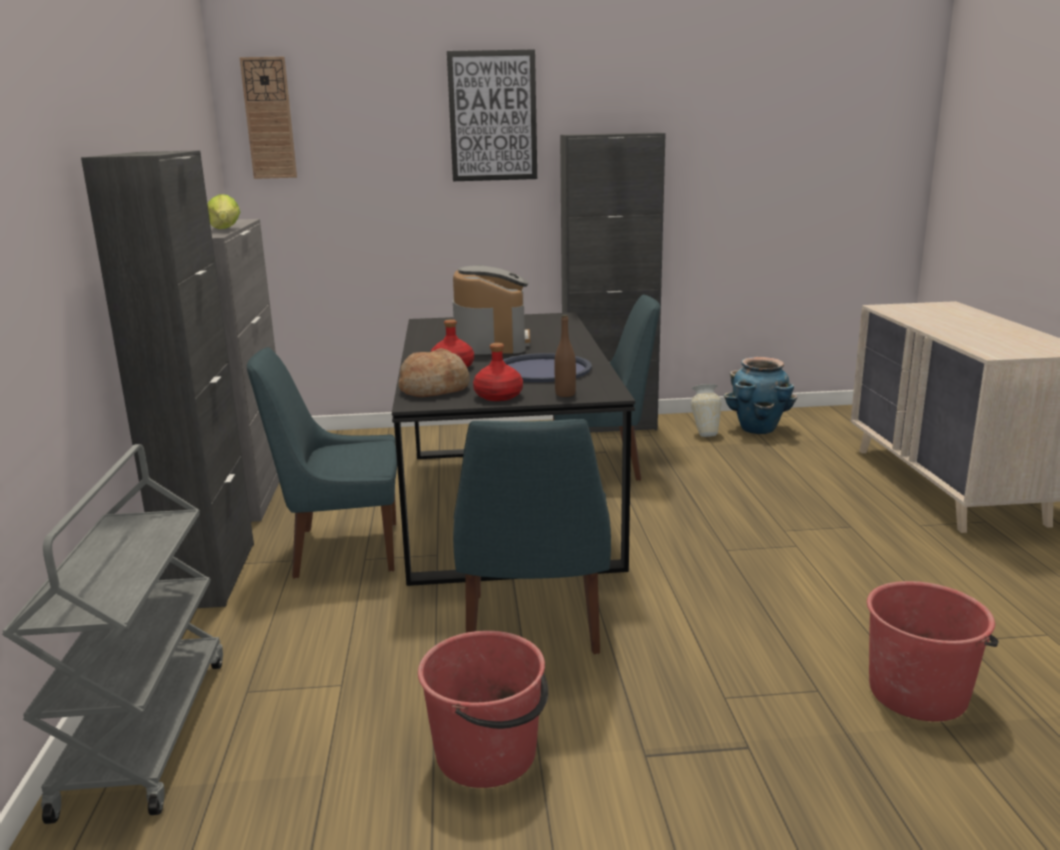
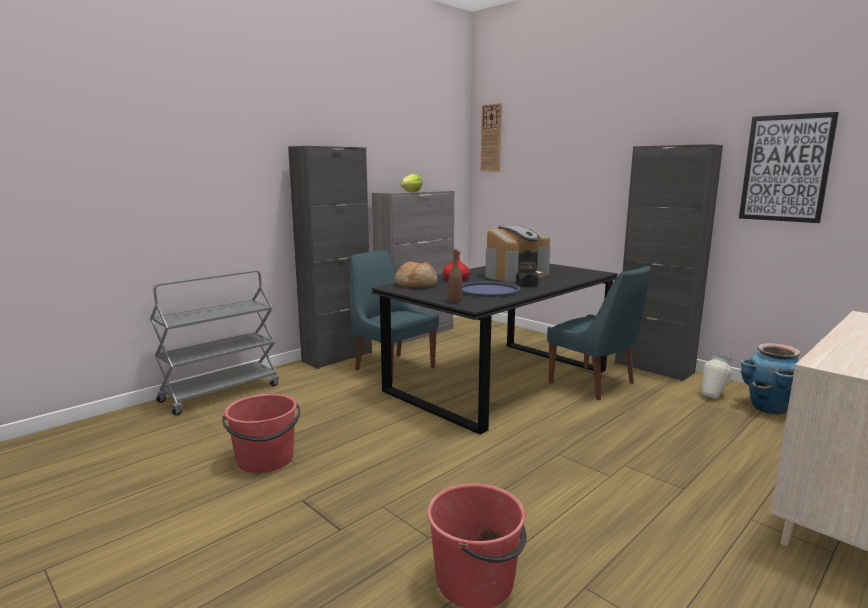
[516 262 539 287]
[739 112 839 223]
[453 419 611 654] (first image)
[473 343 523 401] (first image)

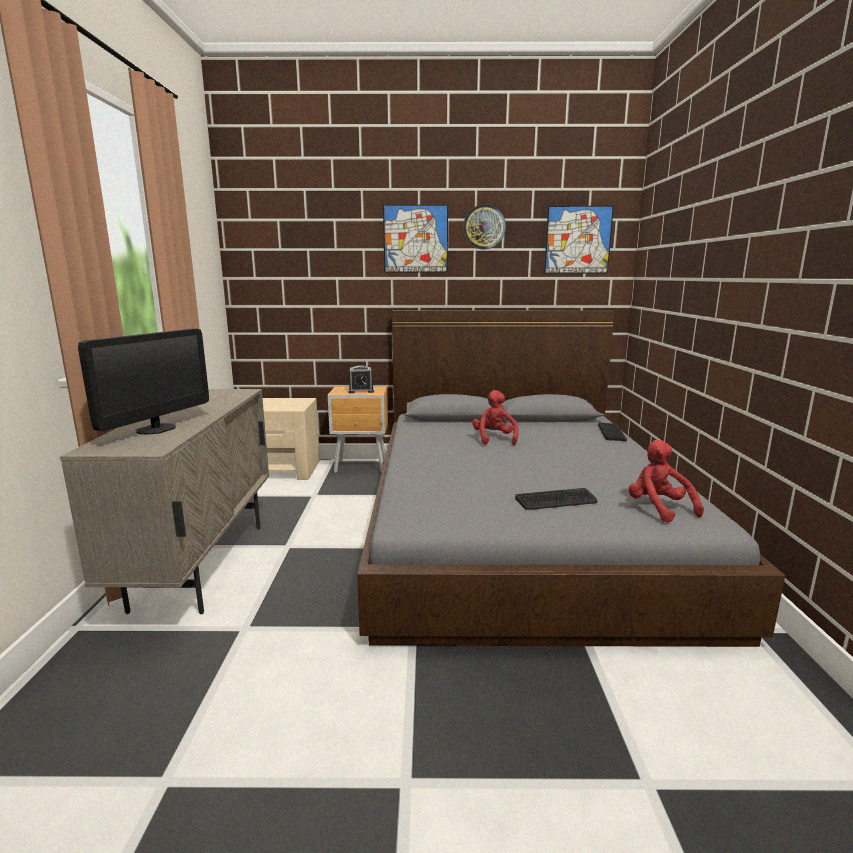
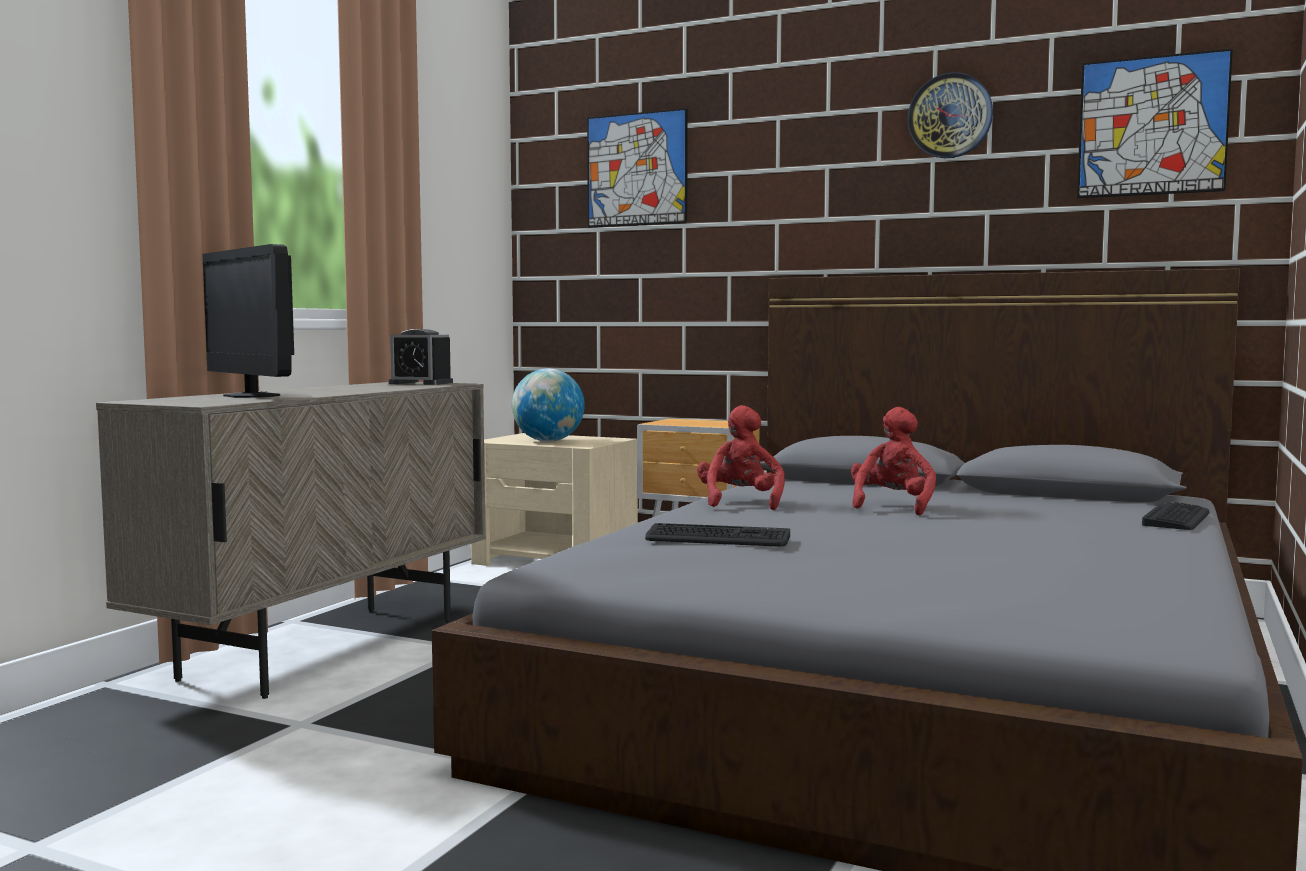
[203 244 294 398]
[388 329 453 385]
[512 368 585 442]
[587 108 688 227]
[645 523 790 546]
[697 405 785 510]

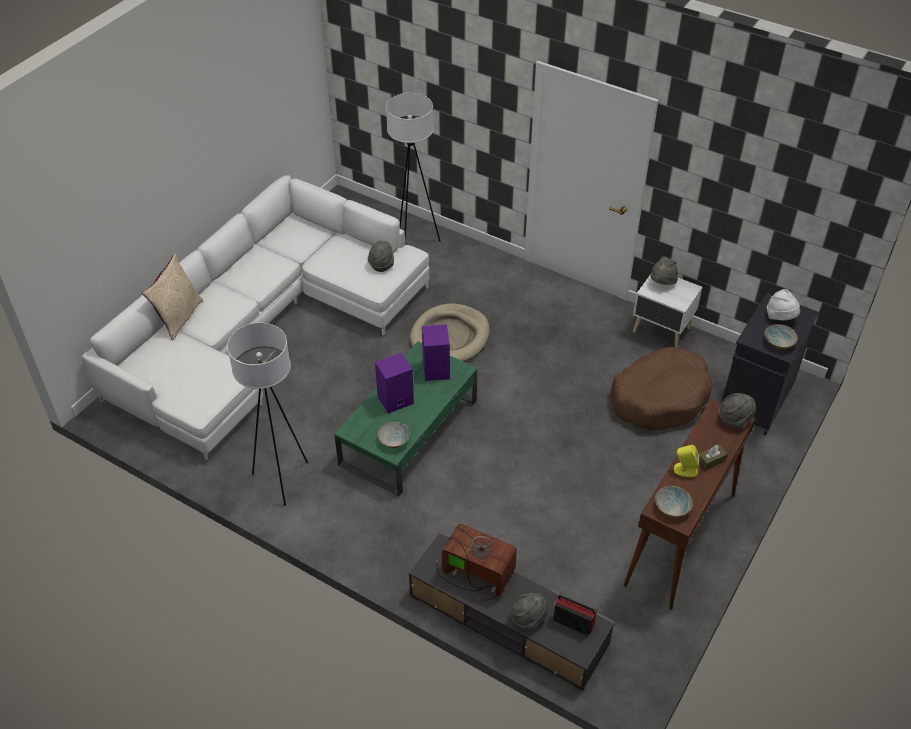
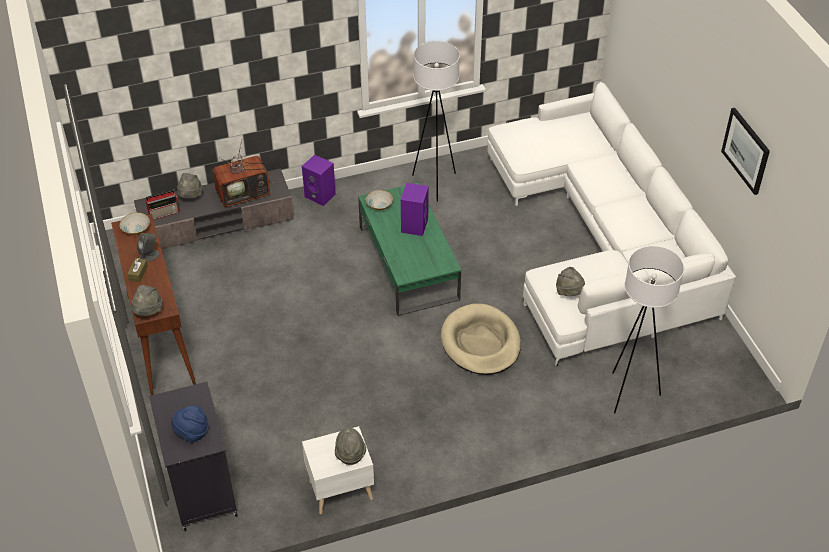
[137 233 159 262]
[171 405 208 442]
[302 155 336 206]
[721 108 770 195]
[142 254 203 340] (first image)
[611 347 713 430] (first image)
[765 324 798 349] (first image)

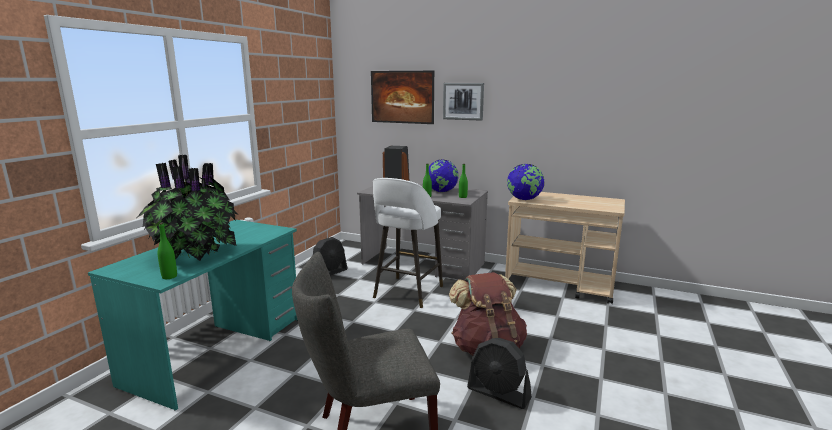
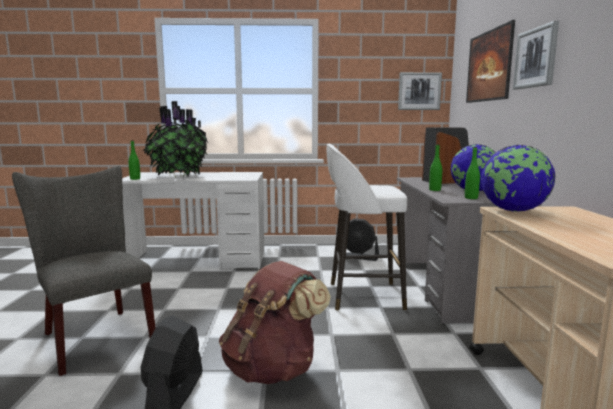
[122 172 264 270]
[398 72 442 110]

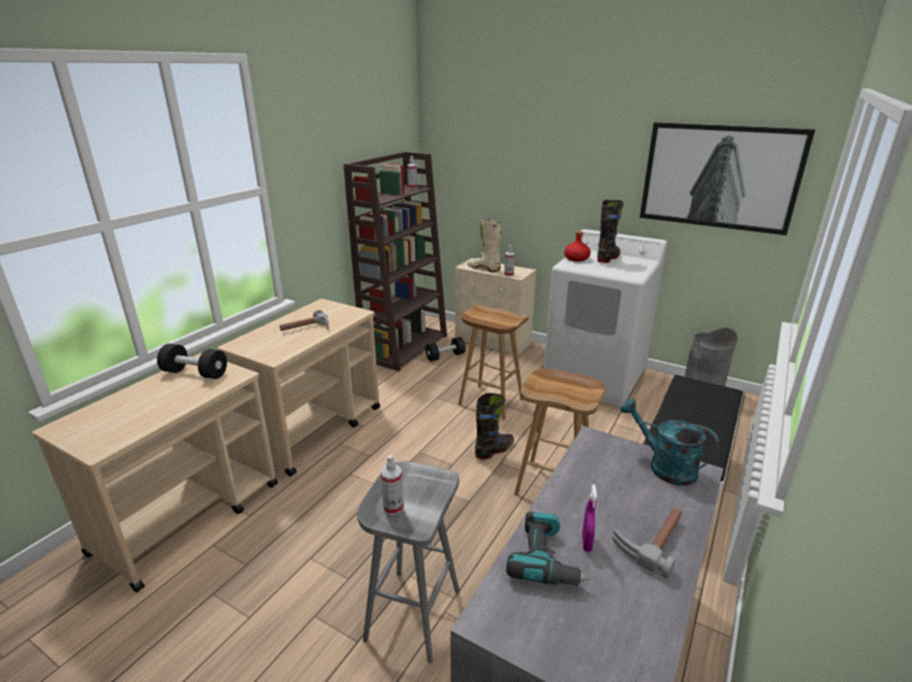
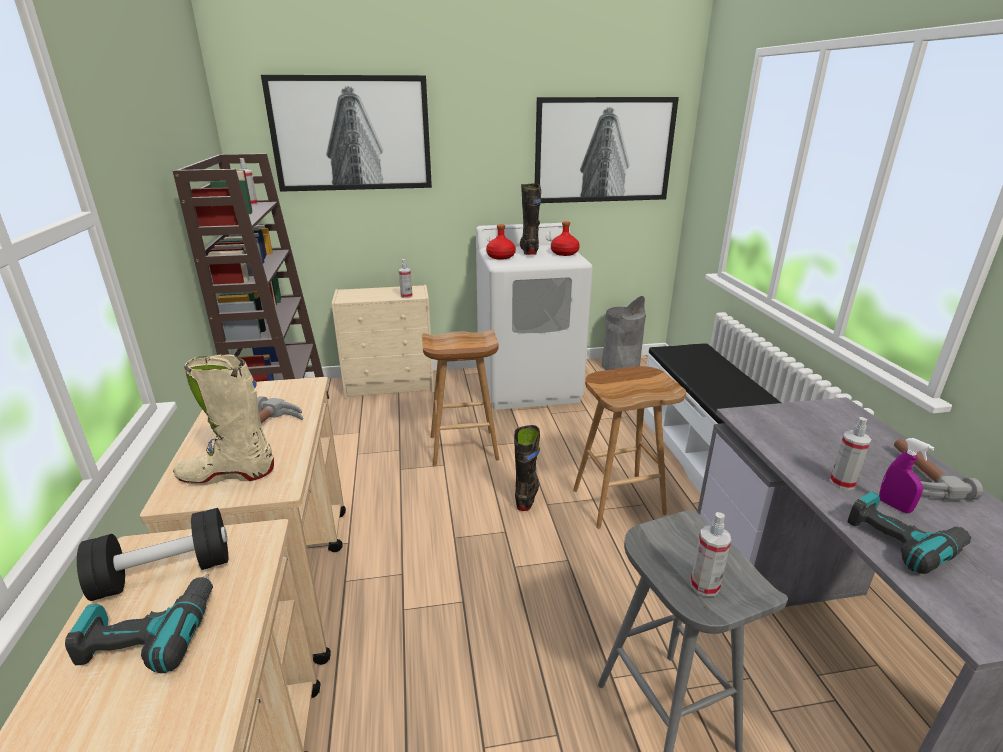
[65 574 213 673]
[173 354 274 485]
[261 75 432 192]
[551 221 580 256]
[830 417 872 490]
[425 337 466 361] (first image)
[620 398 719 486] (first image)

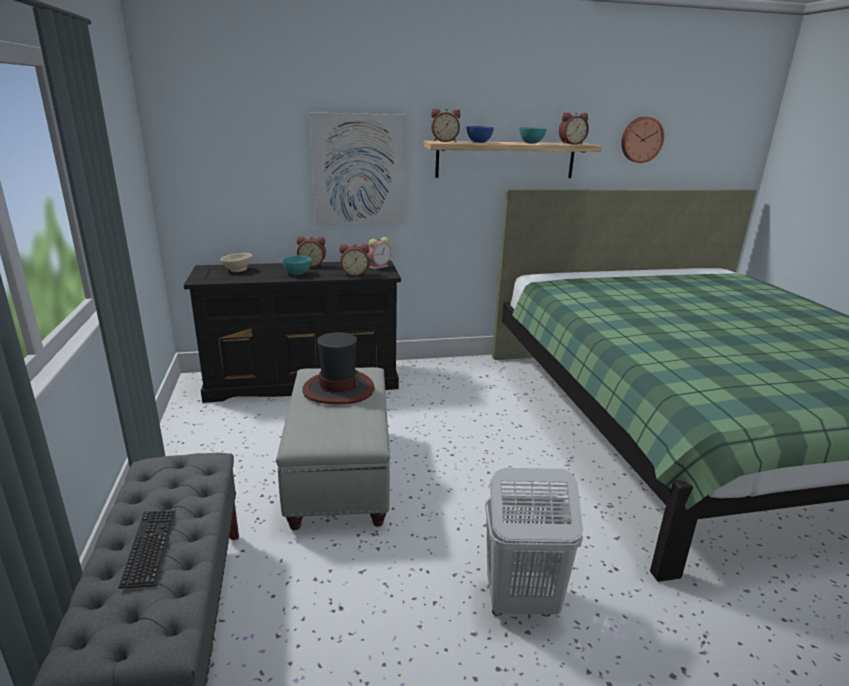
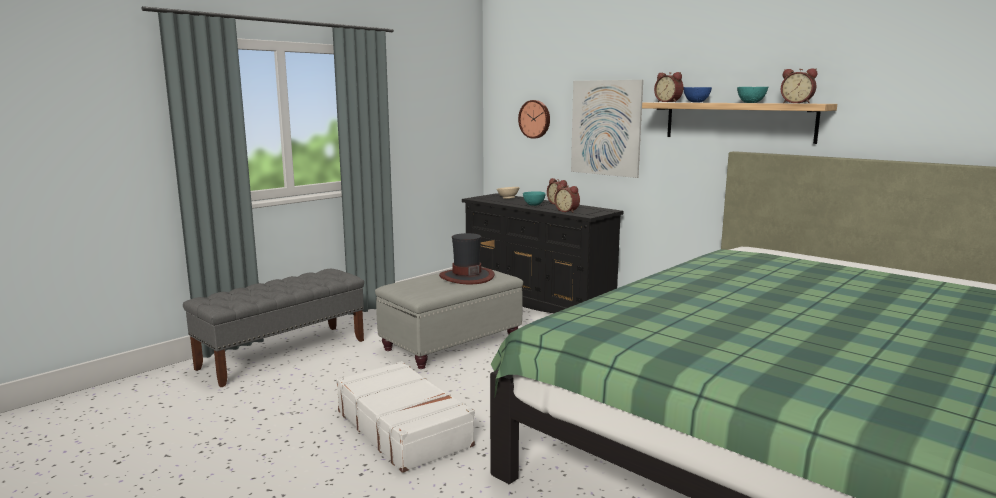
[336 361 475 473]
[518 100 550 139]
[118 510 176 589] (first image)
[367 237 391 269] (first image)

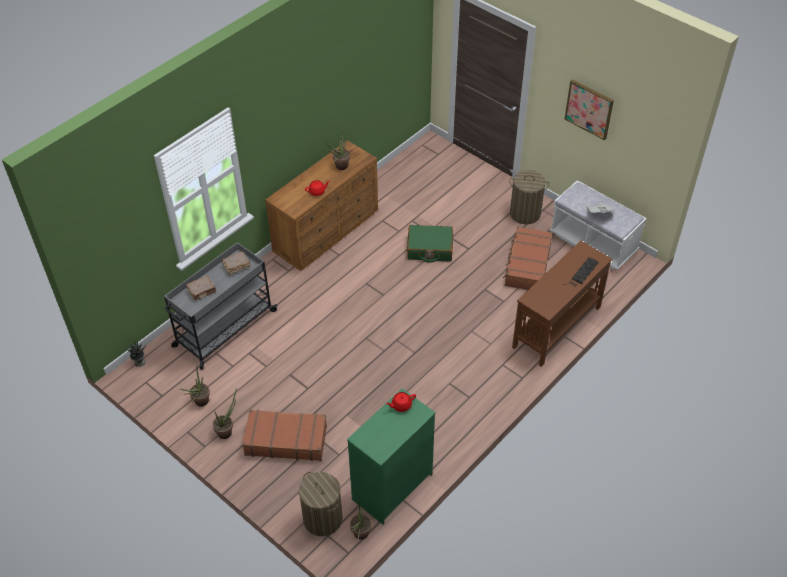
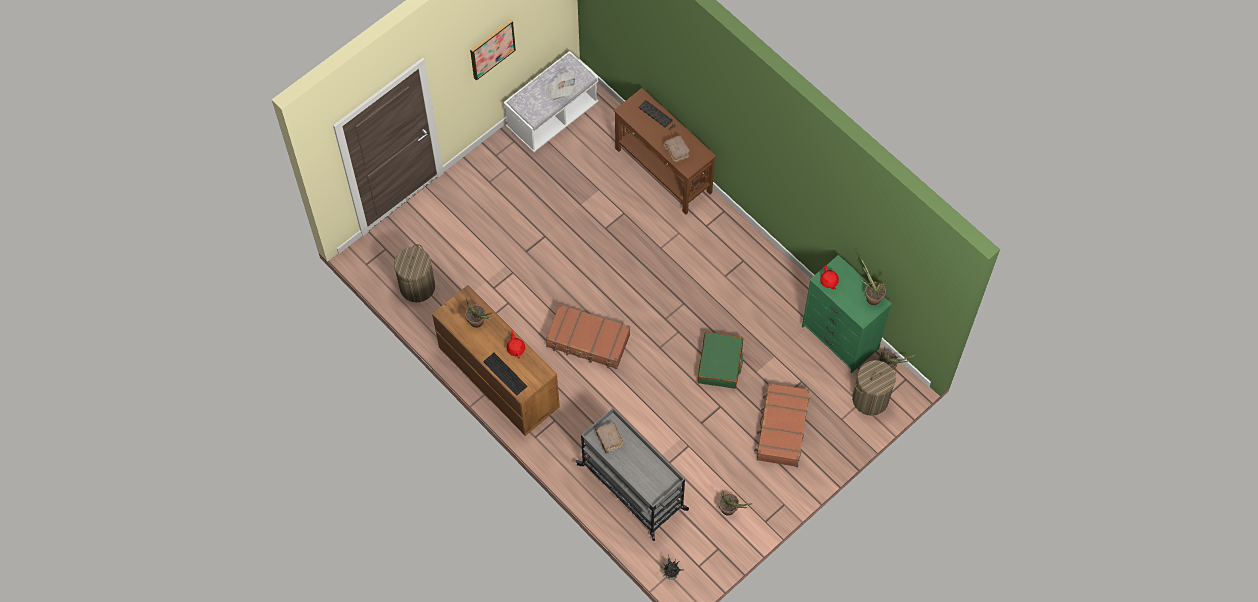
[394 244 435 302]
[483 353 528 396]
[546 304 630 369]
[664 135 691 162]
[698 332 743 389]
[860 258 887 305]

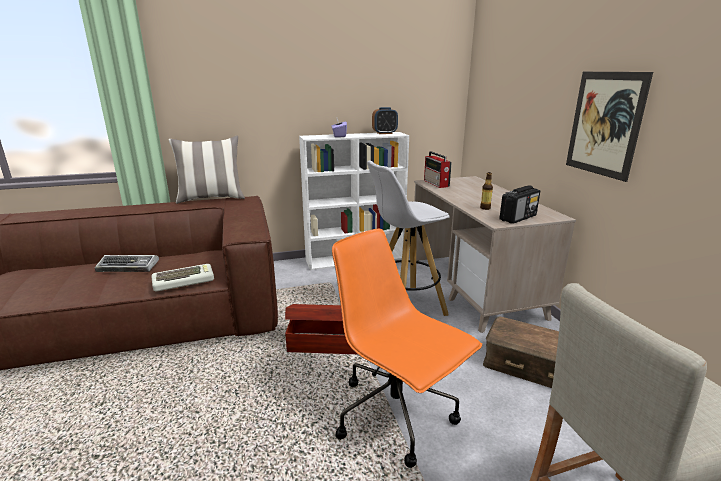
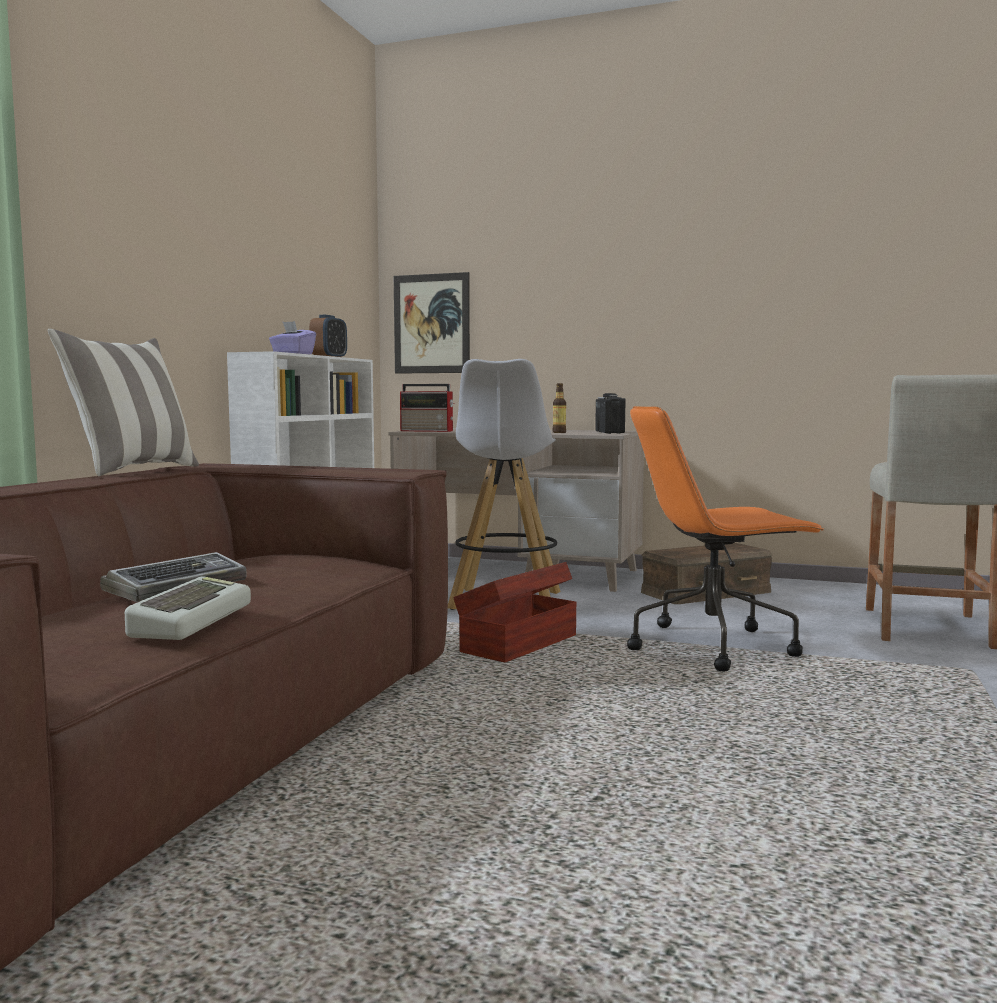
[125 576 251 640]
[394 272 470 374]

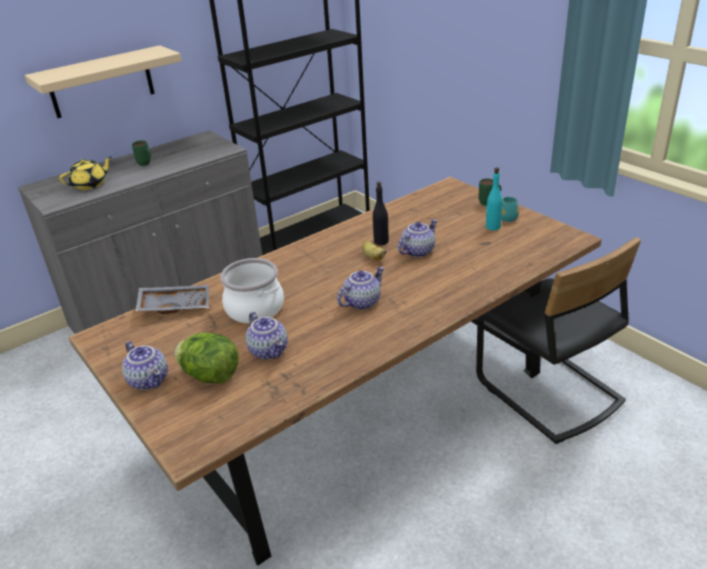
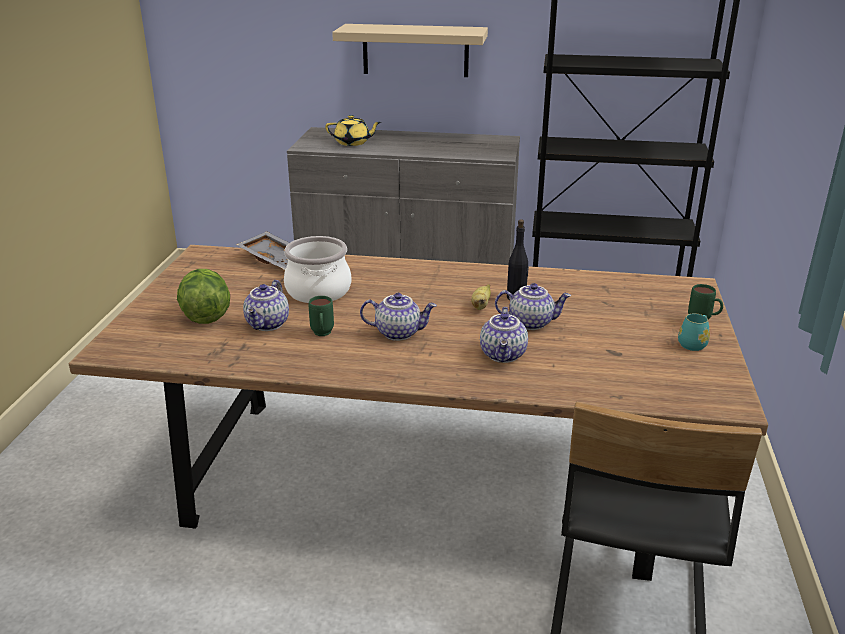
[308 296 334 336]
[480 307 528 363]
[486 167 503 230] (first image)

